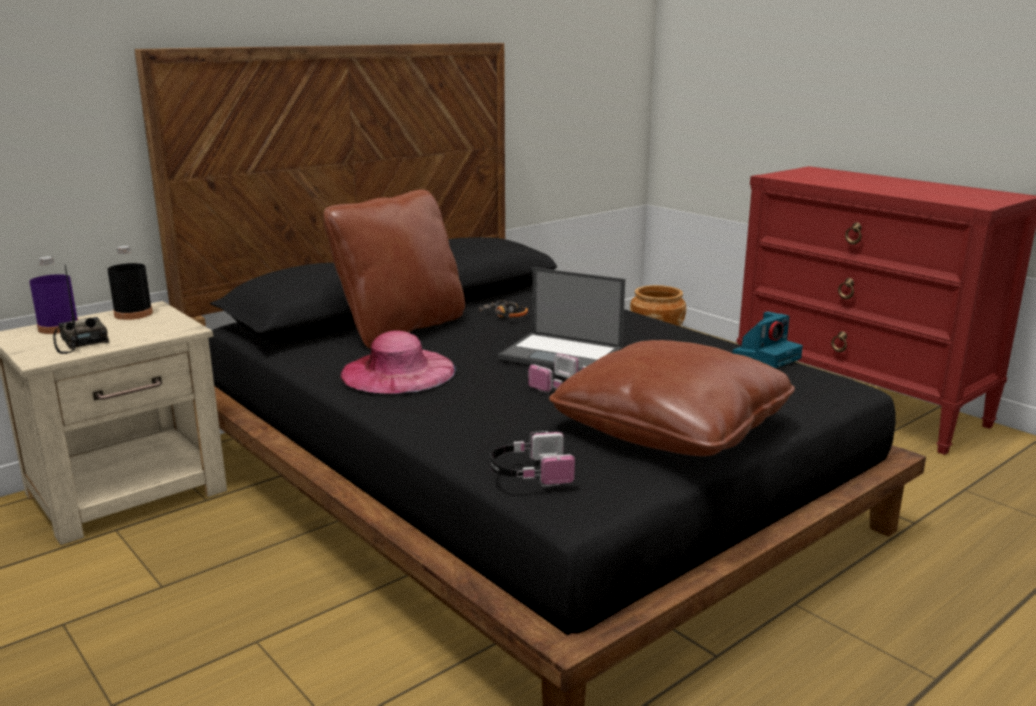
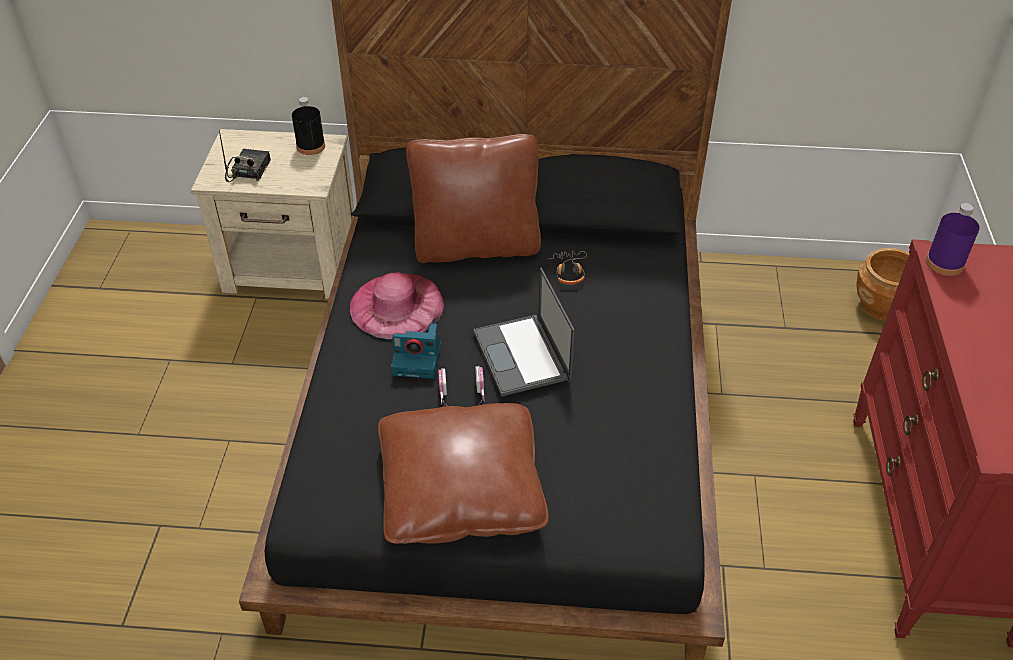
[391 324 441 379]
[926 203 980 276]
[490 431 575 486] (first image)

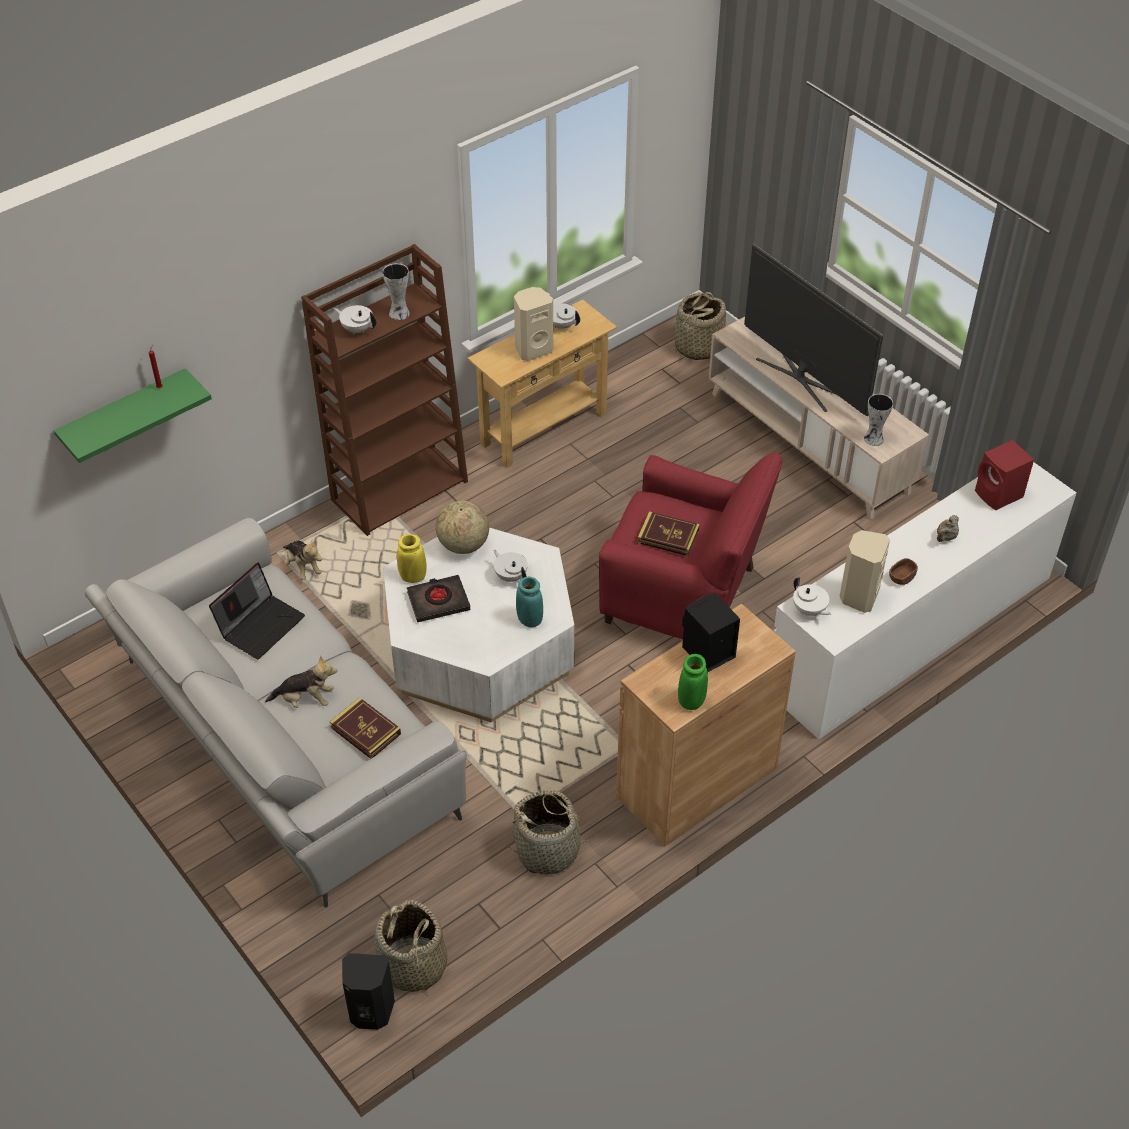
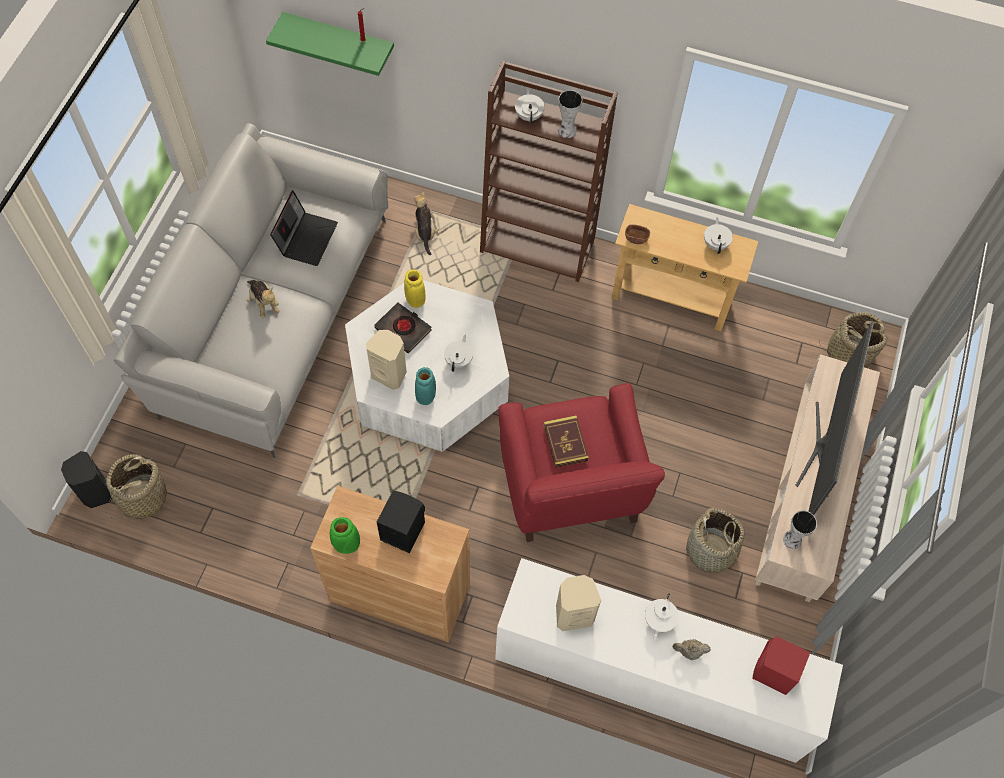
[270 190 338 266]
[366 330 407 390]
[414 191 439 255]
[625 224 650 244]
[645 593 679 640]
[686 508 744 574]
[330 697 401 759] (first image)
[436 501 489 554] (first image)

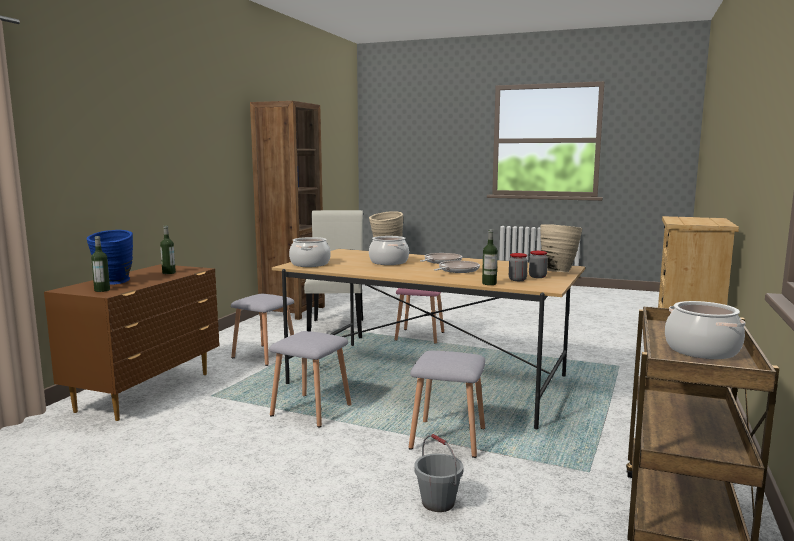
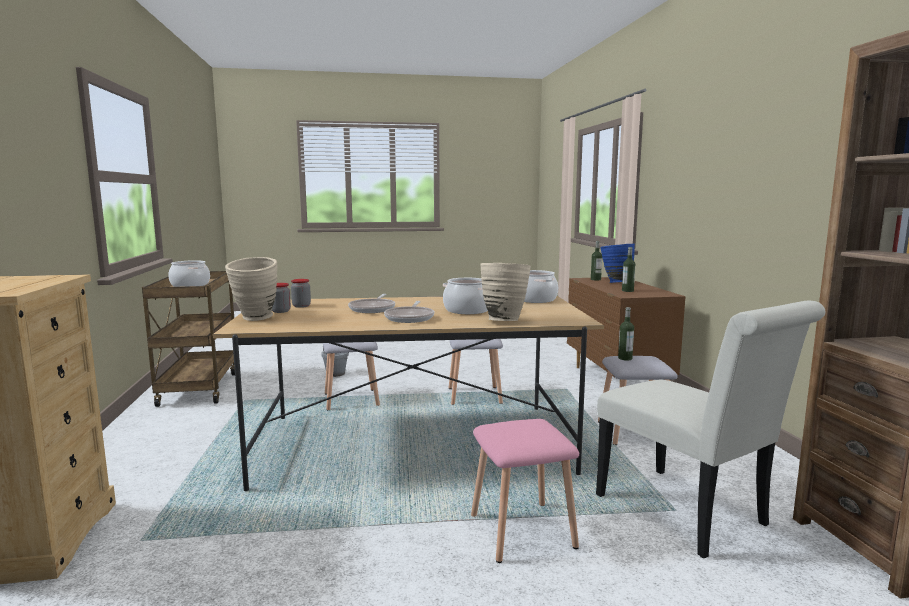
[618 307 634 360]

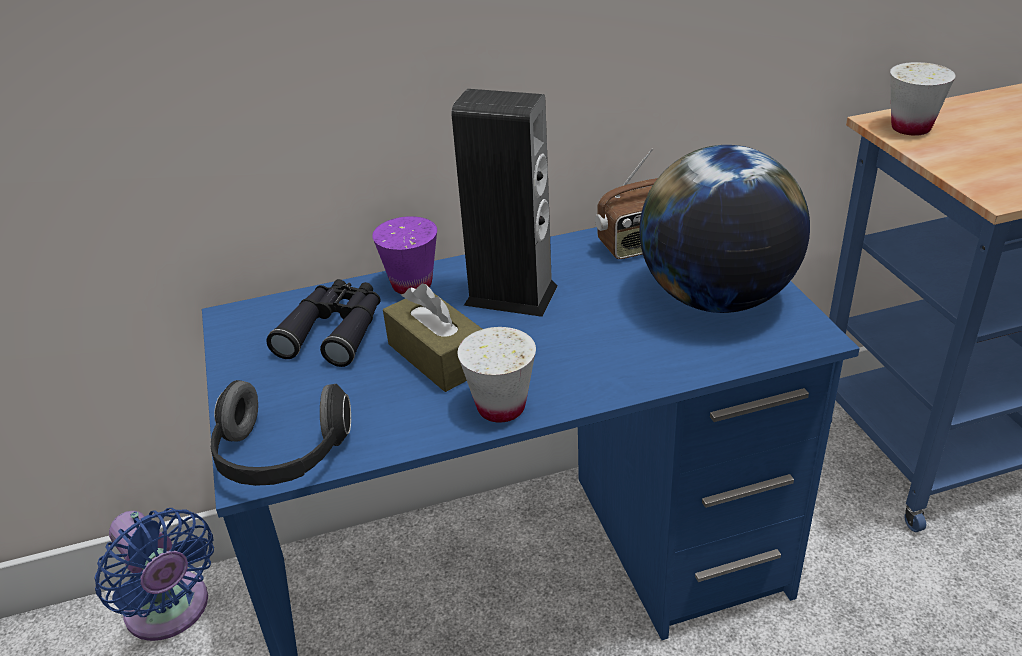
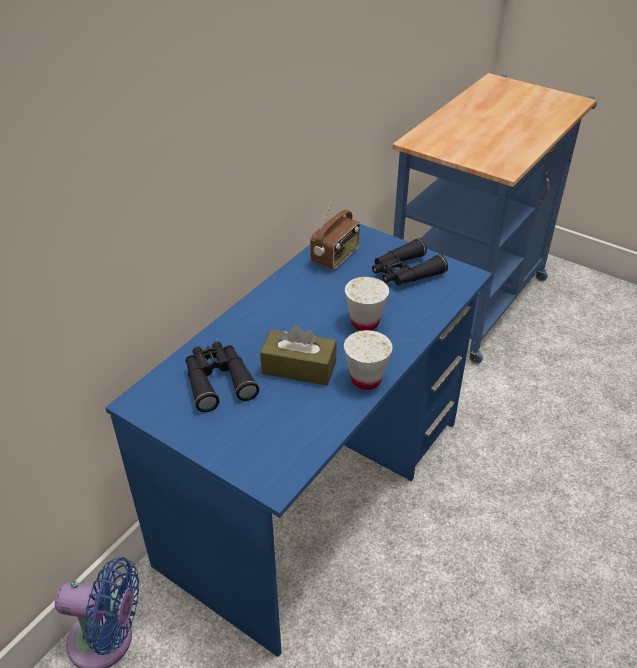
[345 277 389 331]
[372 238 448 285]
[210 380 351 486] (first image)
[372 216 437 294] (first image)
[451 89 558 317] (first image)

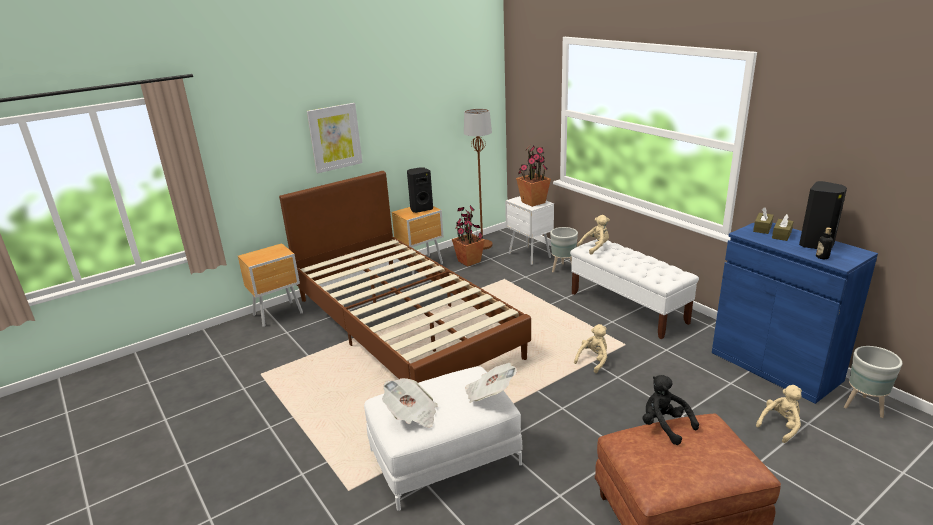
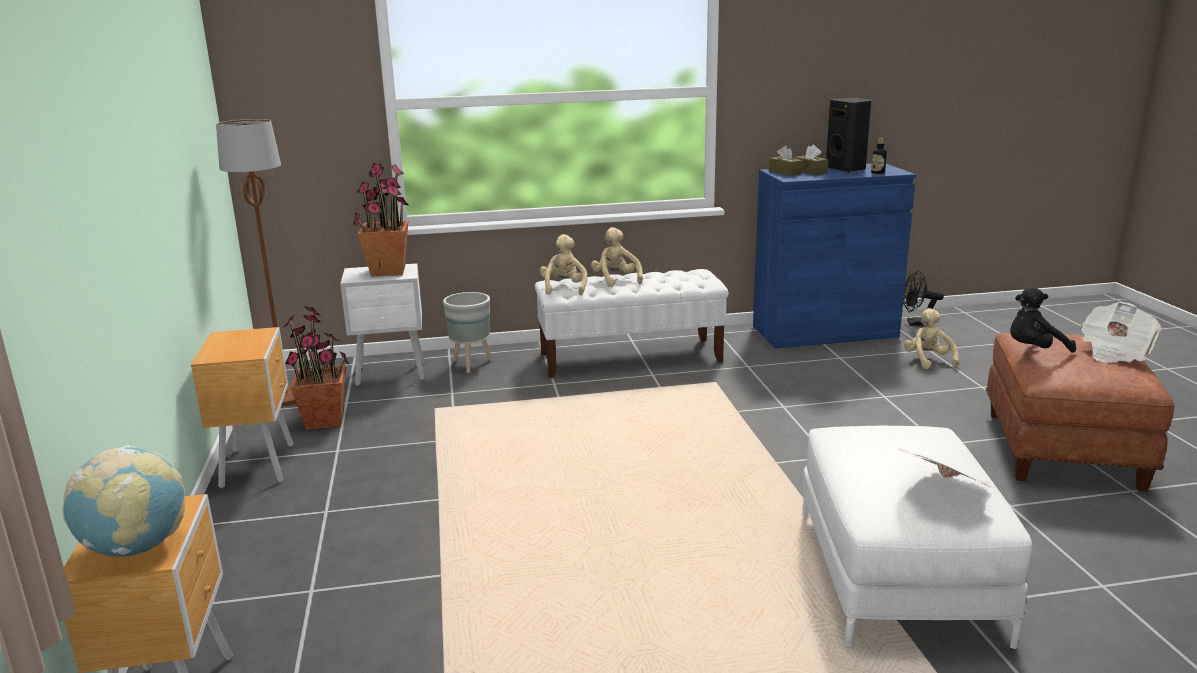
[62 445 185 557]
[591 227 643 287]
[903 270 944 326]
[1080 302 1162 362]
[279 171 531 383] (first image)
[307 103 362 173] (first image)
[407 168 433 213] (first image)

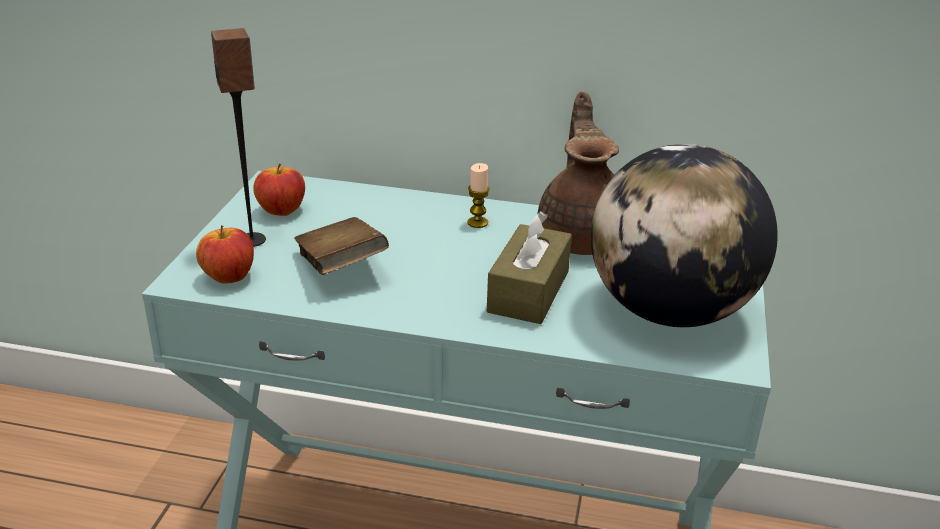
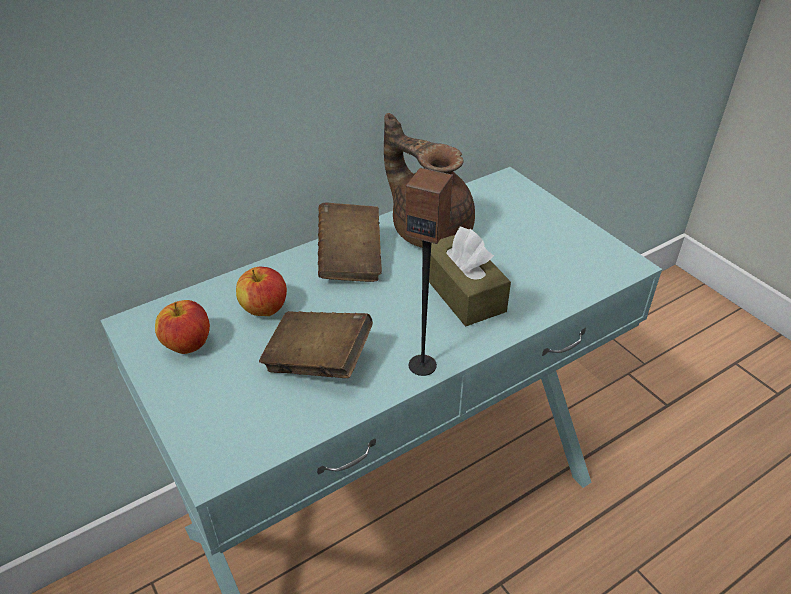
[236 267 287 316]
[318 202 382 282]
[405 168 453 376]
[591 144 778 327] (first image)

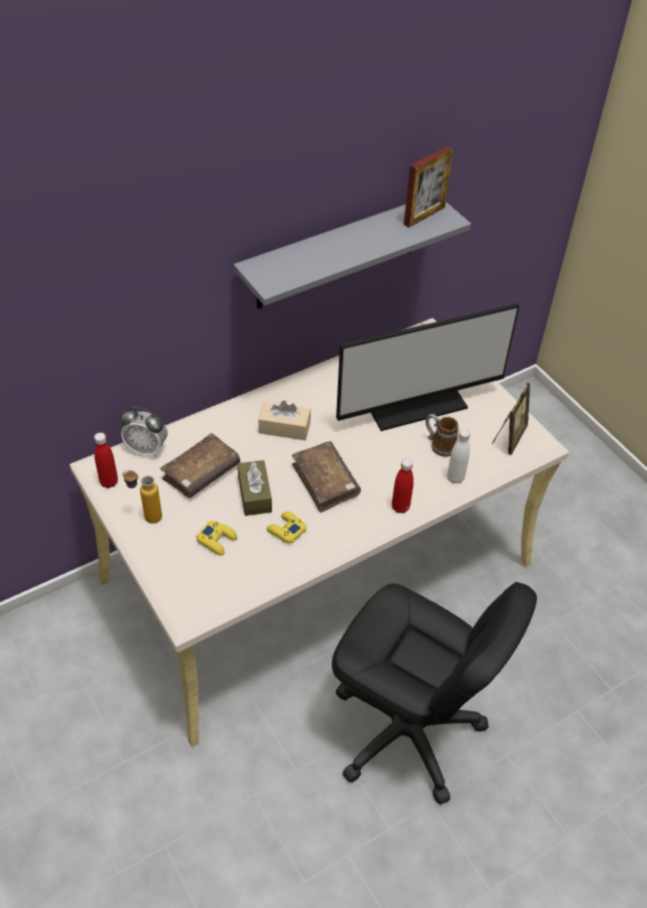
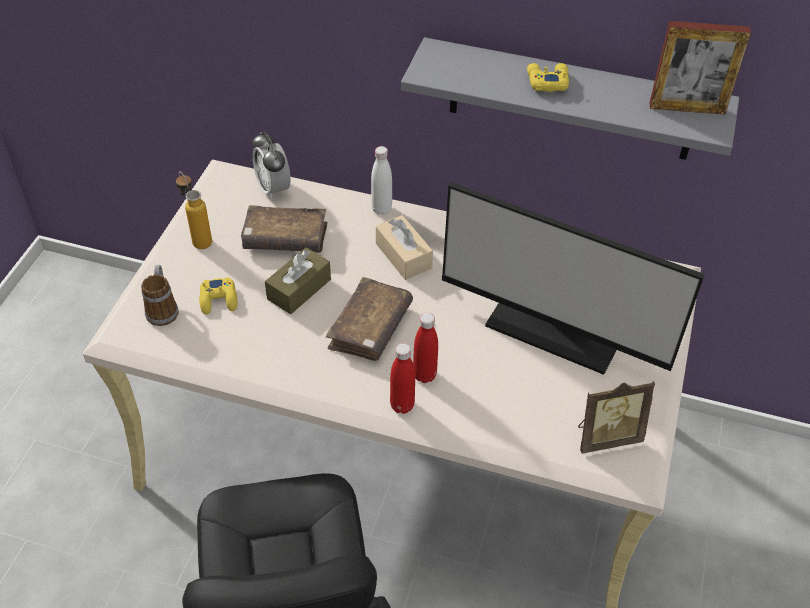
[141 265 178 326]
[371 146 392 215]
[413 313 438 383]
[527 63 569 92]

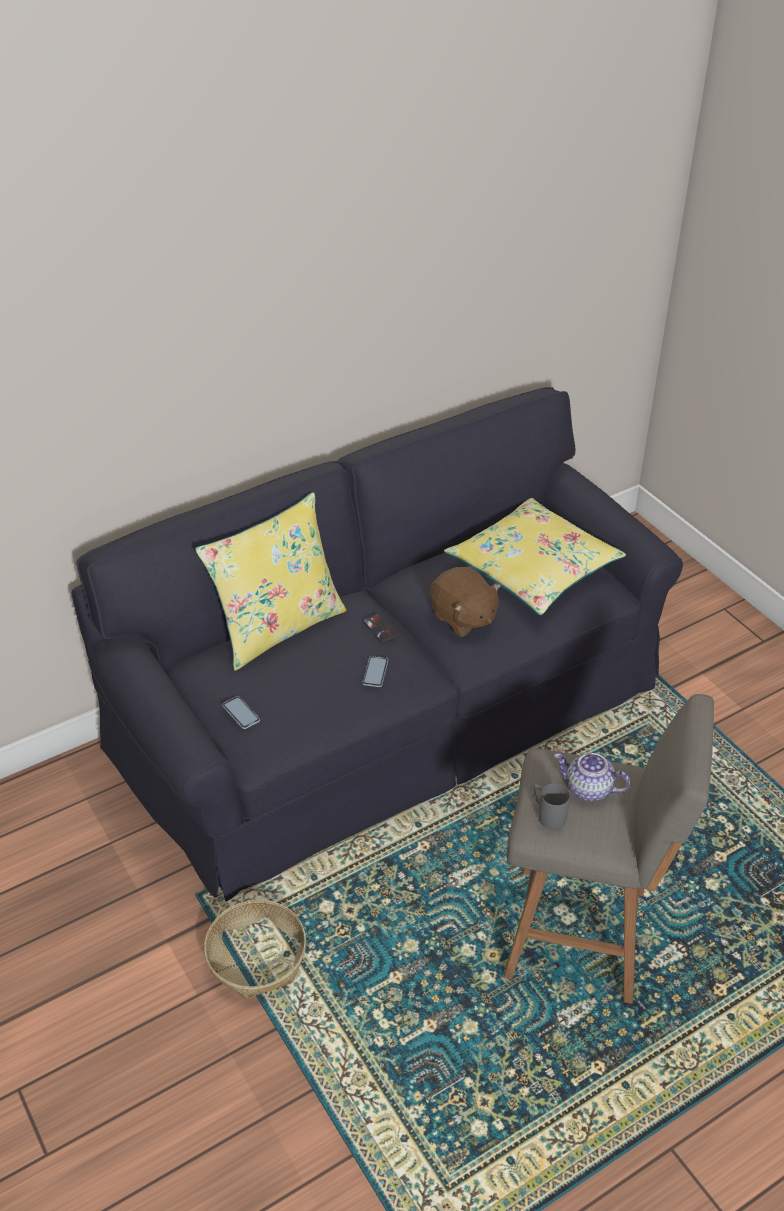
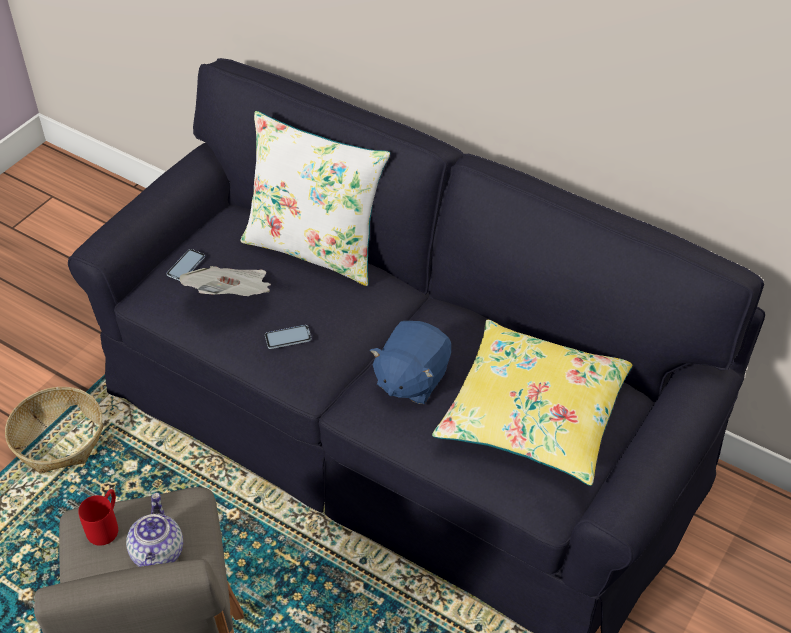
[78 489 118 546]
[179 266 271 296]
[240 111 390 286]
[370 321 451 404]
[363 614 397 643] (first image)

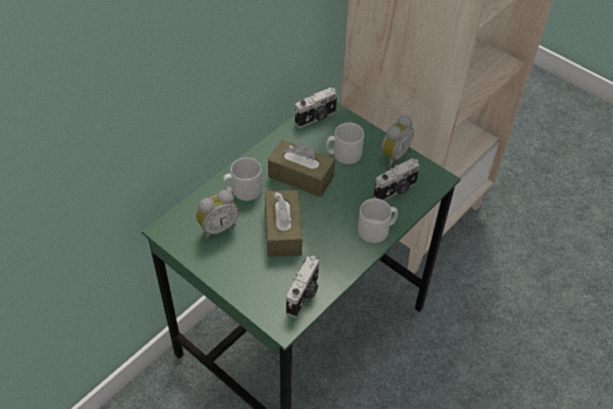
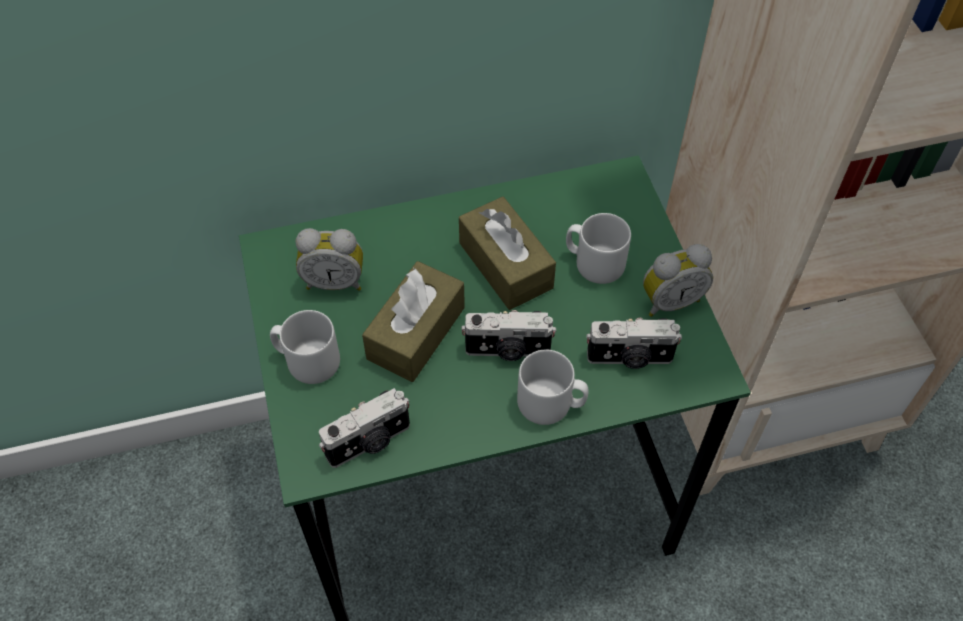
[270 310 340 384]
[461 310 556 361]

